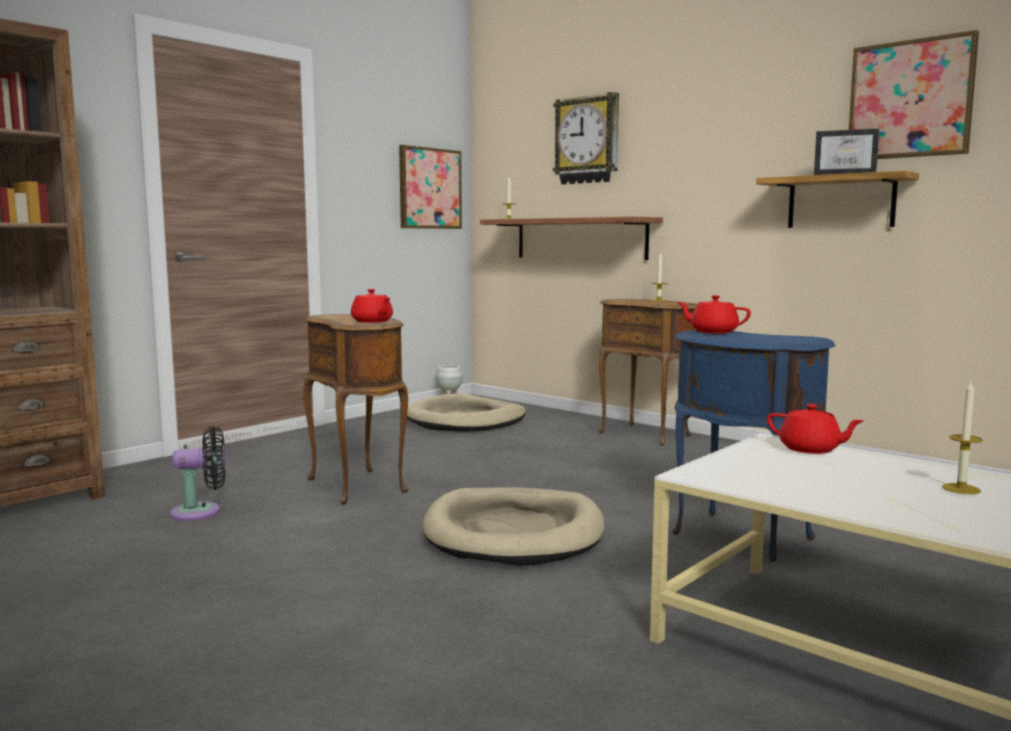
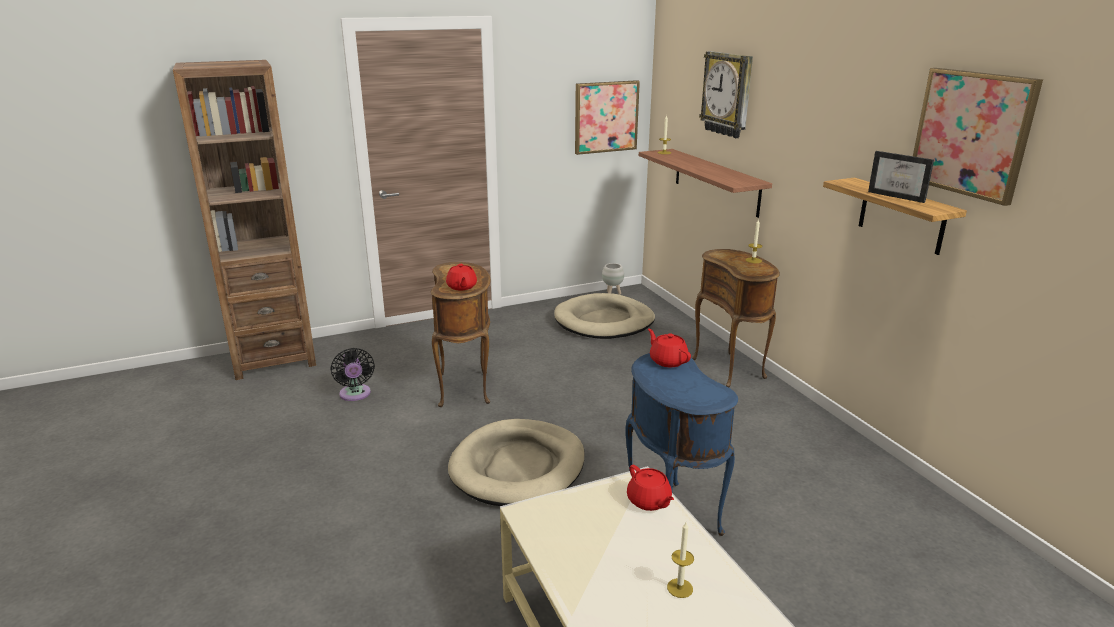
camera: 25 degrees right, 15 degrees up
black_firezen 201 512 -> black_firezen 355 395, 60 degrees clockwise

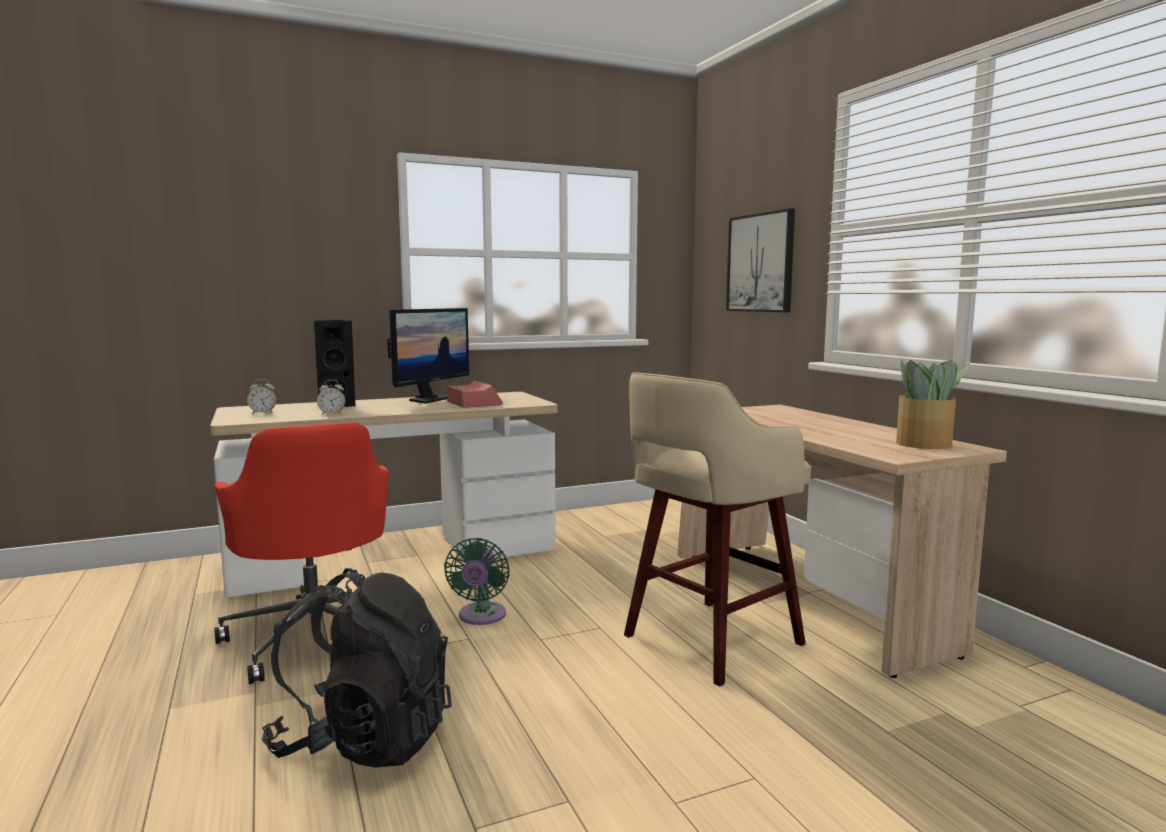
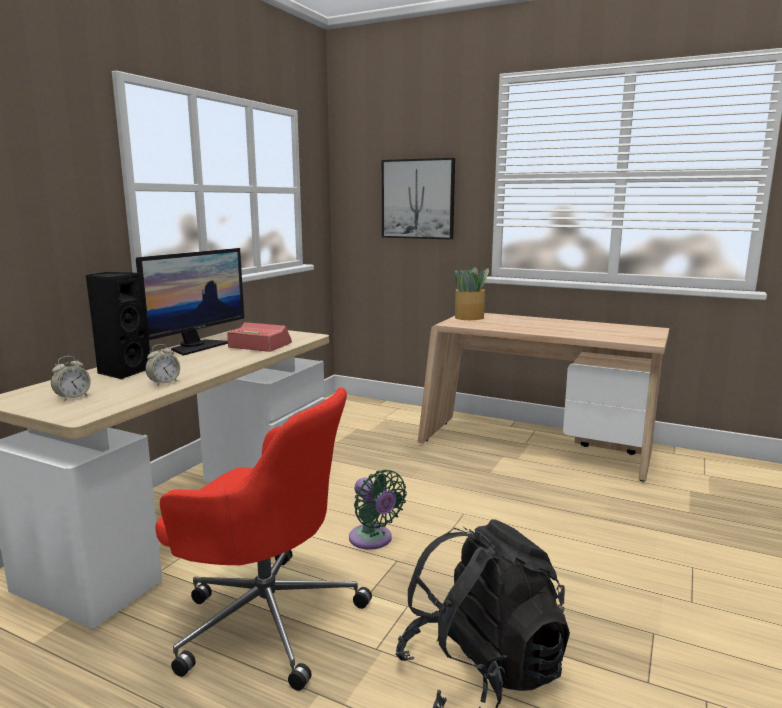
camera: 40 degrees left, 5 degrees up
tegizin 431 398 -> tegizin 196 347, 45 degrees clockwise
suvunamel 925 444 -> suvunamel 470 317, relocated
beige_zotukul 708 641 -> none

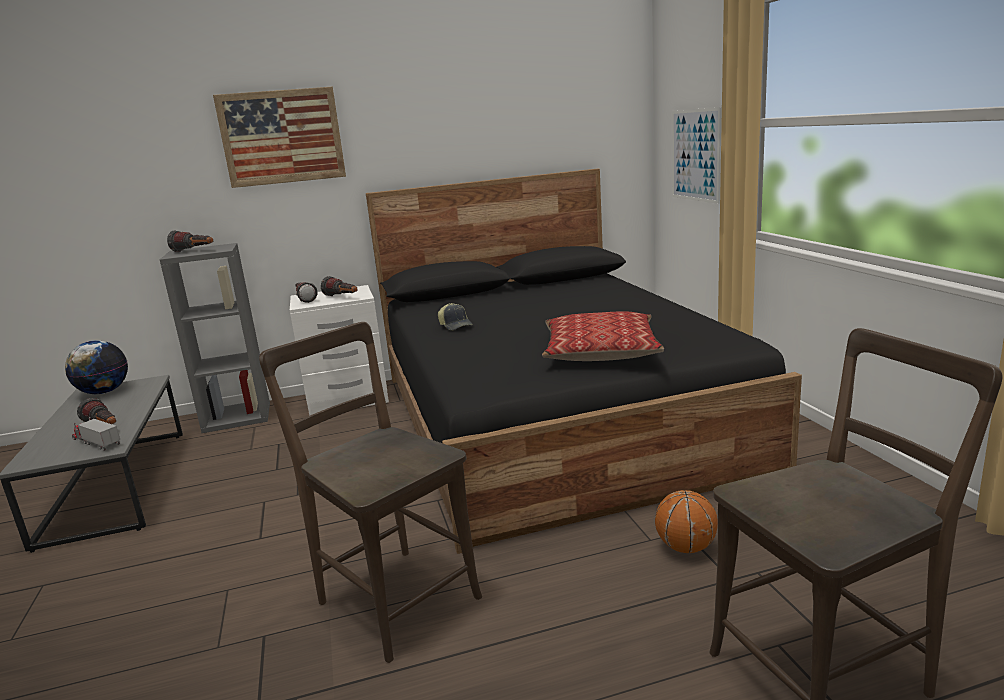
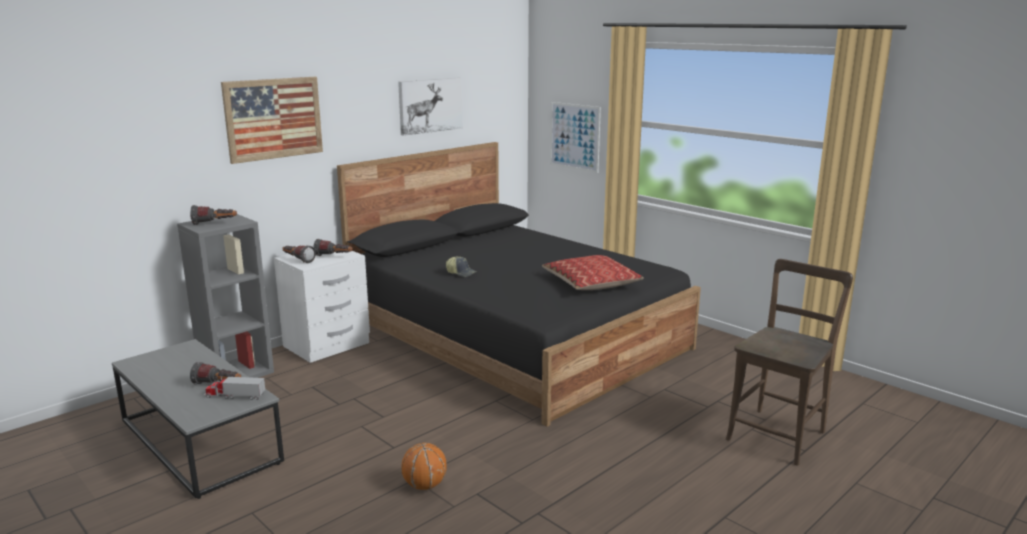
camera: 30 degrees left, 0 degrees up
none -> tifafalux 430 105
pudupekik 685 547 -> pudupekik 424 485, relocated
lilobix 103 392 -> none
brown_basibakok 393 596 -> none

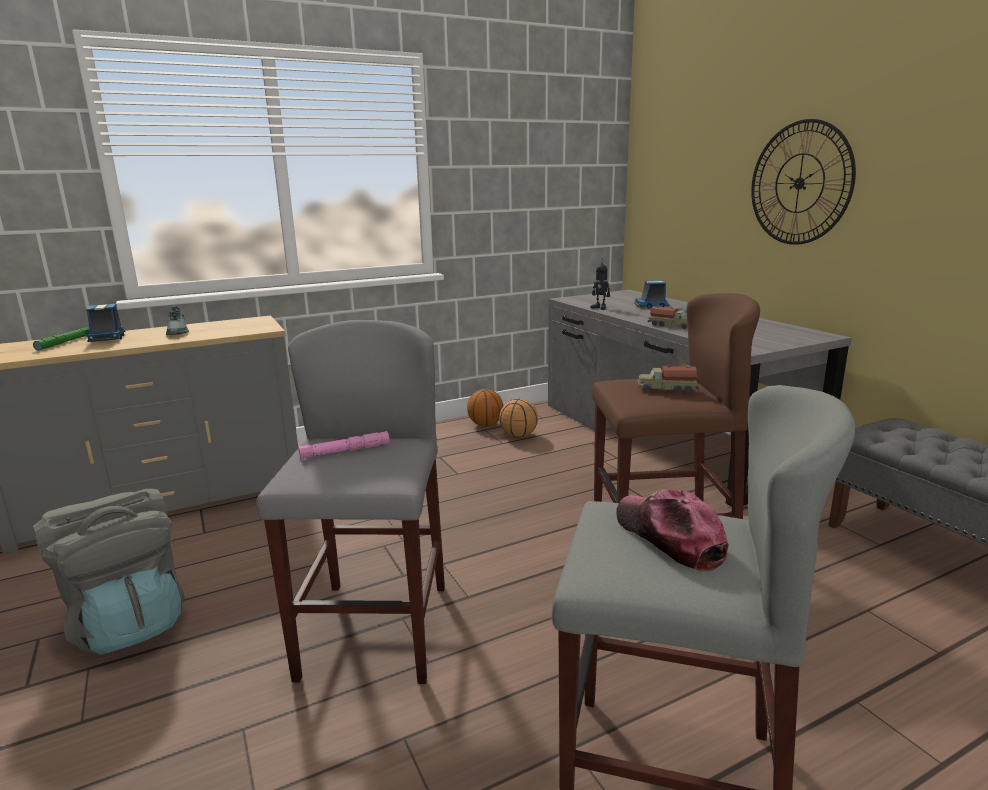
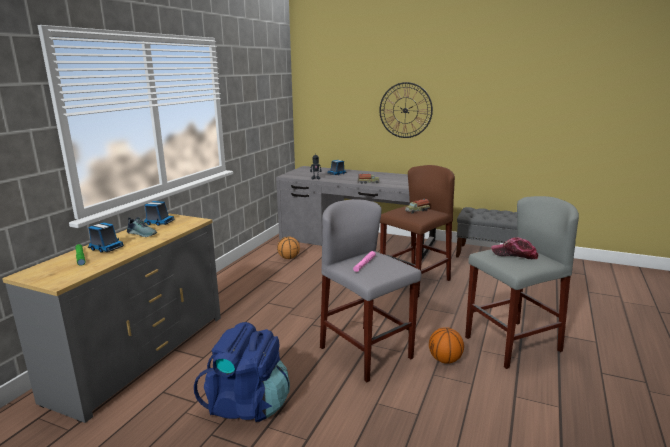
camera: 40 degrees left, 0 degrees up
none -> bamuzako 158 222
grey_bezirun 128 622 -> blue_bezirun 247 404
pudupekik 485 424 -> pudupekik 445 360, relocated

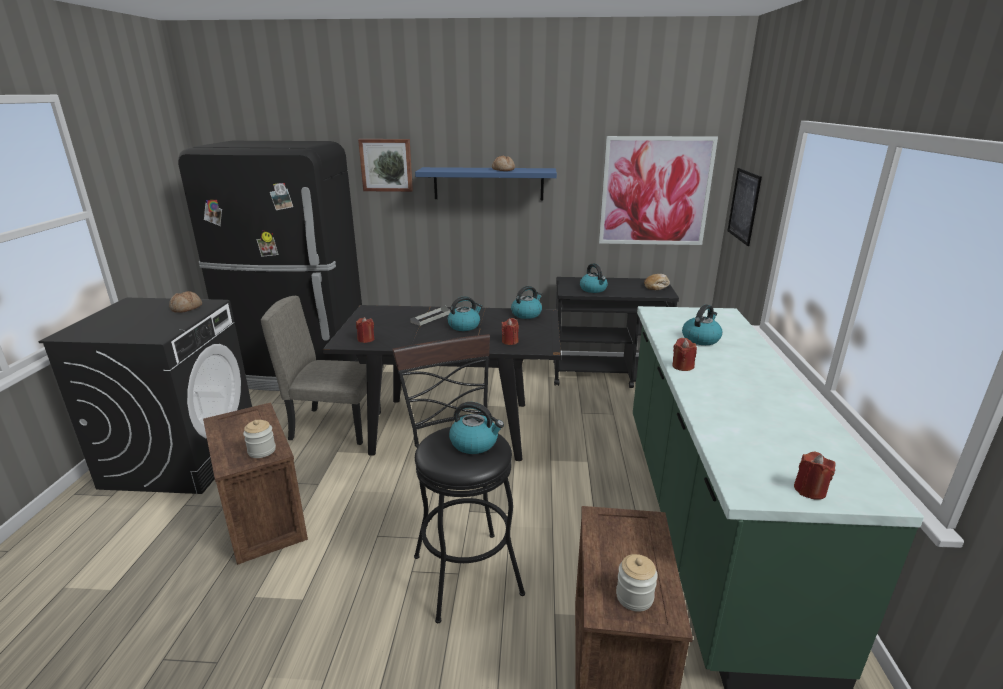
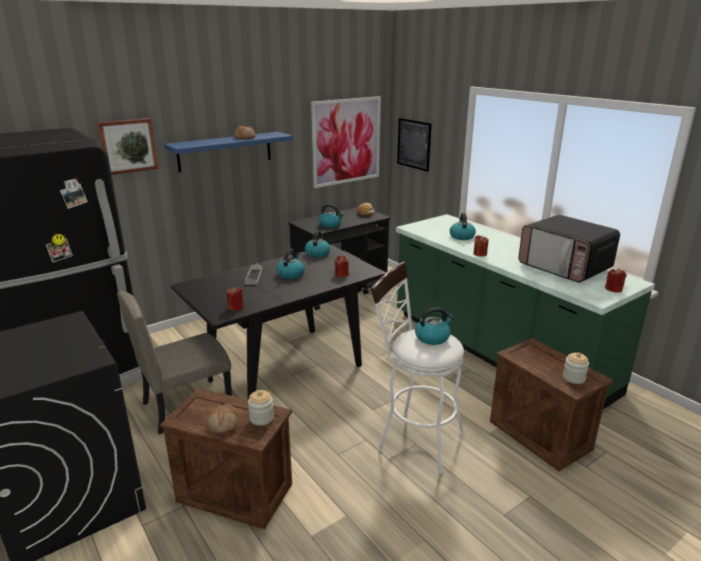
camera: 40 degrees left, 0 degrees up
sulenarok 187 308 -> sulenarok 224 424, relocated
black_zotukul 463 567 -> white_zotukul 414 439
none -> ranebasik 565 267

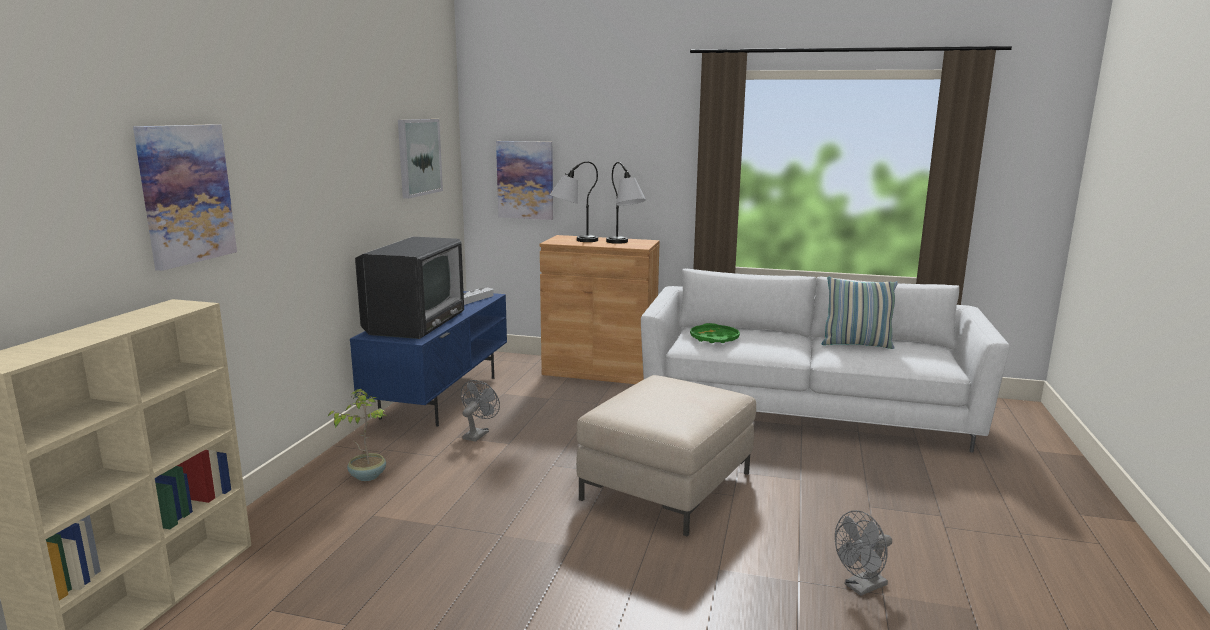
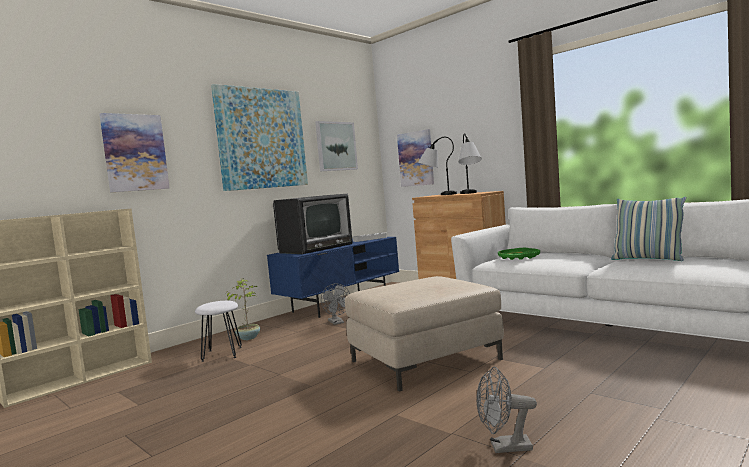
camera: 30 degrees right, 10 degrees down
none -> white_zotukul 222 354
none -> tifafalux 262 138
grey_firezen 478 434 -> grey_firezen 337 322, 105 degrees clockwise

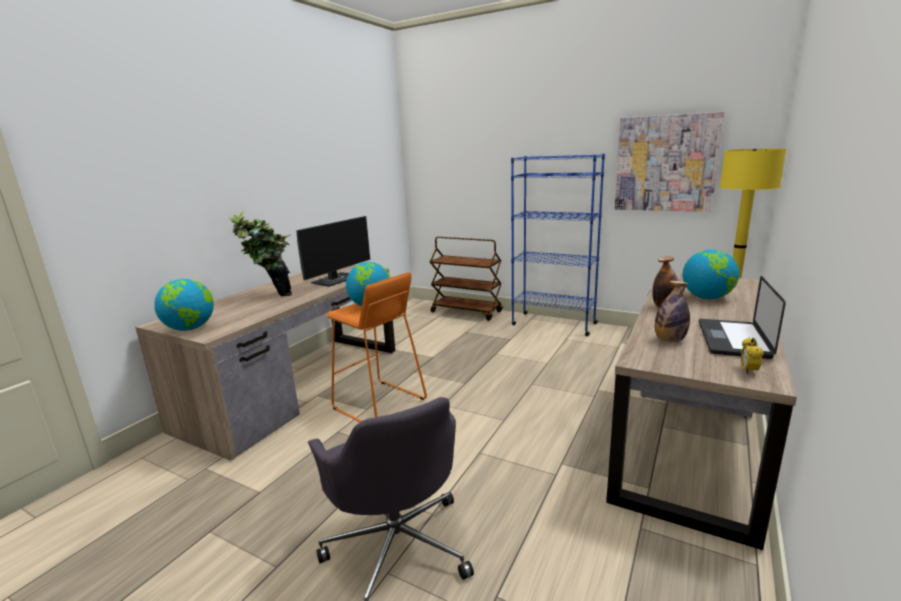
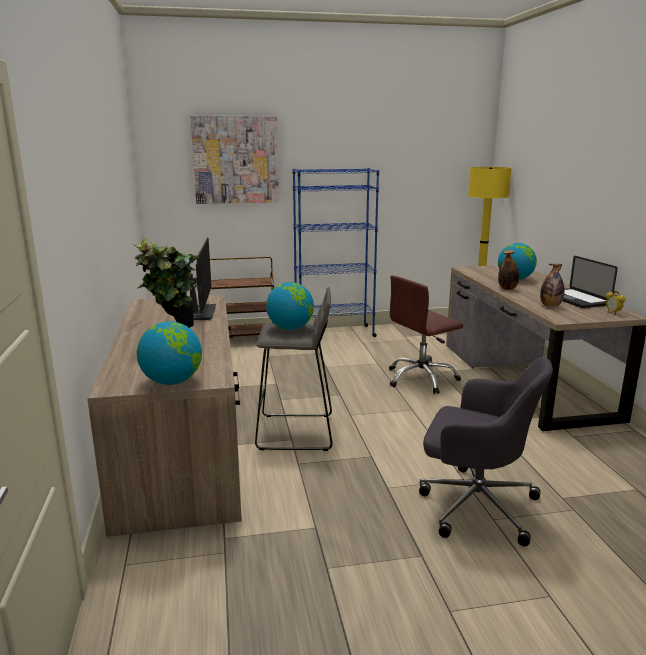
camera: 40 degrees left, 0 degrees up
tifafalux 665 163 -> tifafalux 235 160, relocated
orange_zotukul 379 404 -> grey_zotukul 296 432
none -> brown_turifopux 421 379

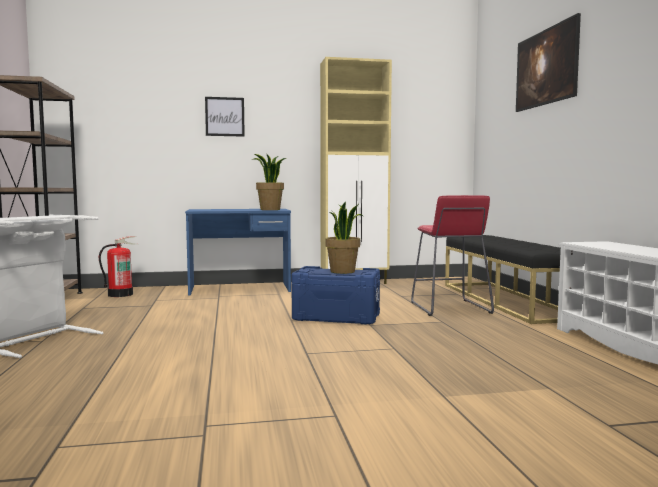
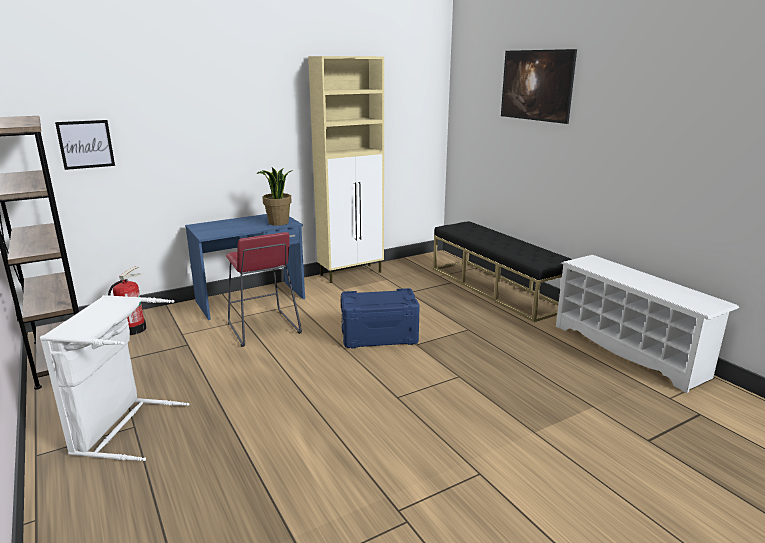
camera: 20 degrees left, 15 degrees up
tifafalux 225 116 -> tifafalux 86 144, relocated
red_zotukul 449 308 -> red_zotukul 263 328, relocated
suvunamel 343 271 -> none

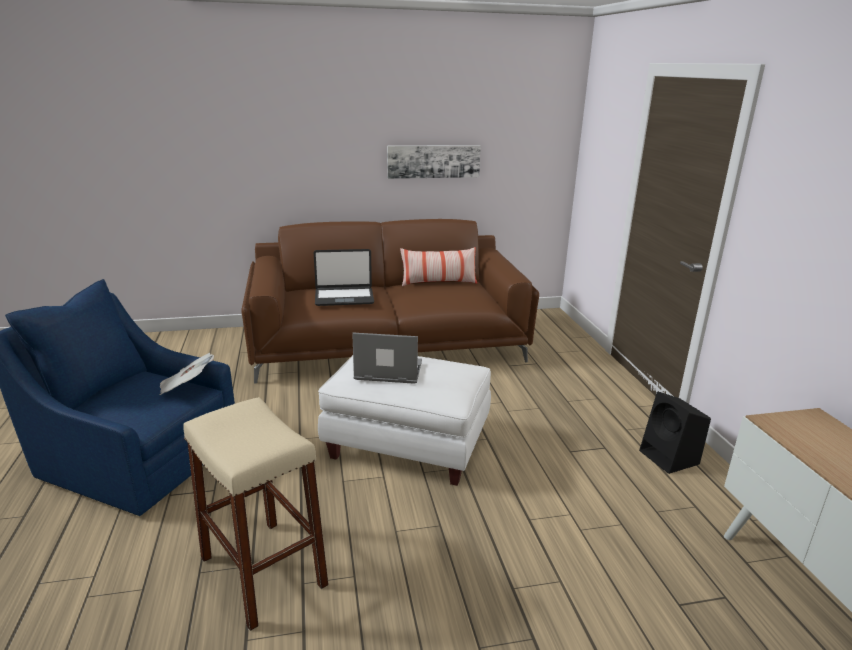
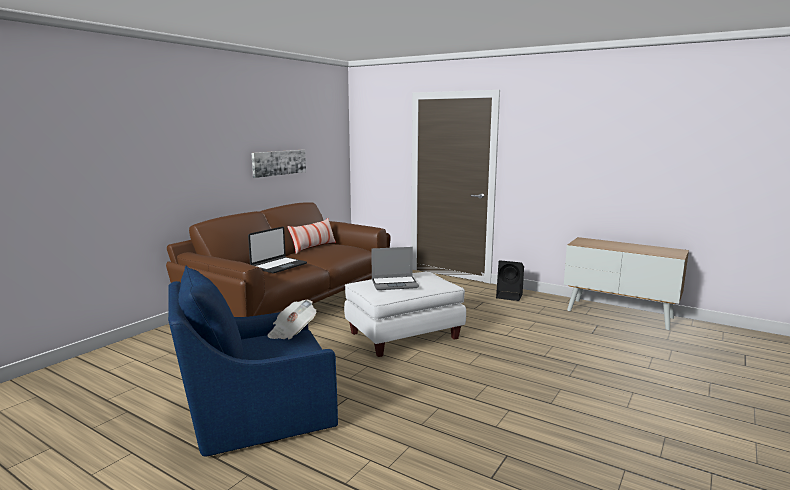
camera: 45 degrees left, 10 degrees down
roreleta 387 371 -> roreleta 395 284, 150 degrees counterclockwise
beige_zotukul 263 571 -> none

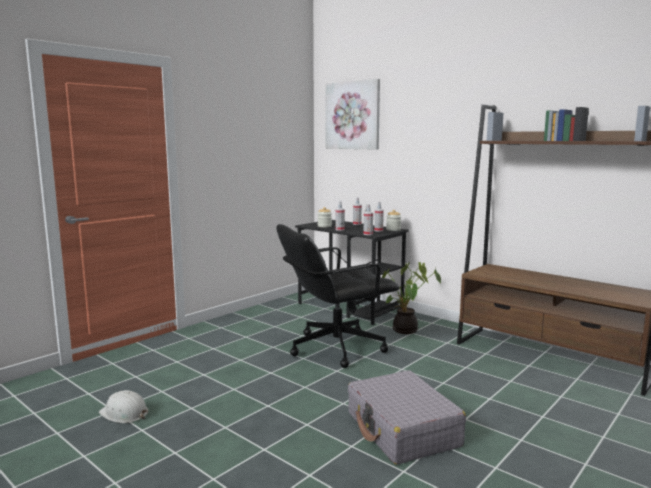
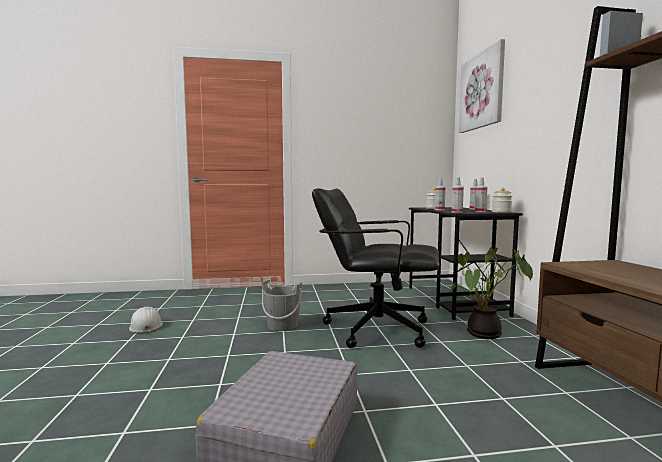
camera: 40 degrees right, 5 degrees down
none -> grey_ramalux 282 325

